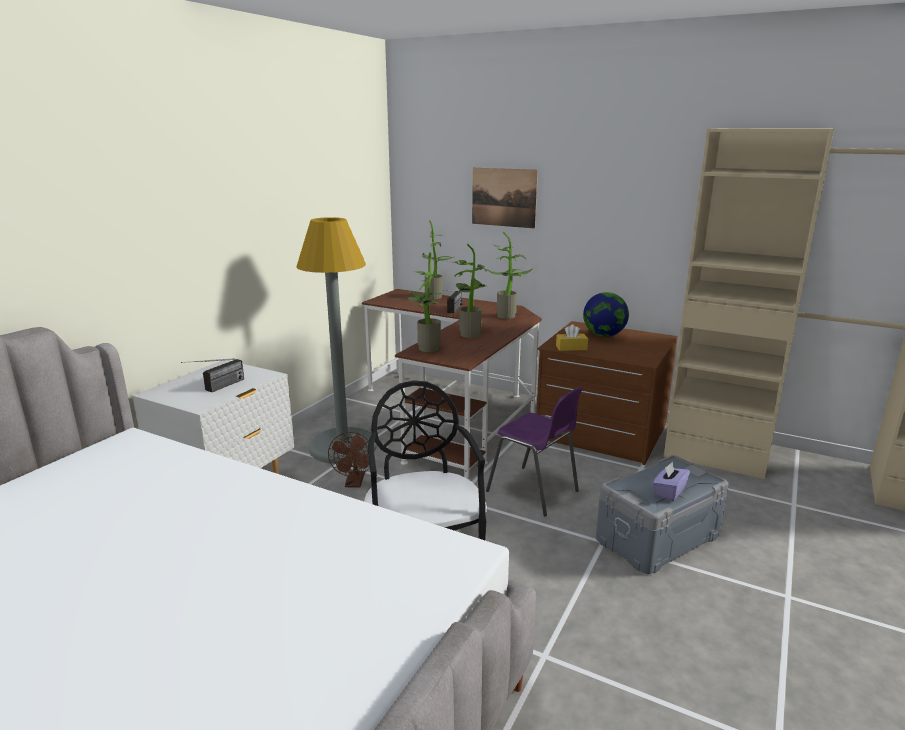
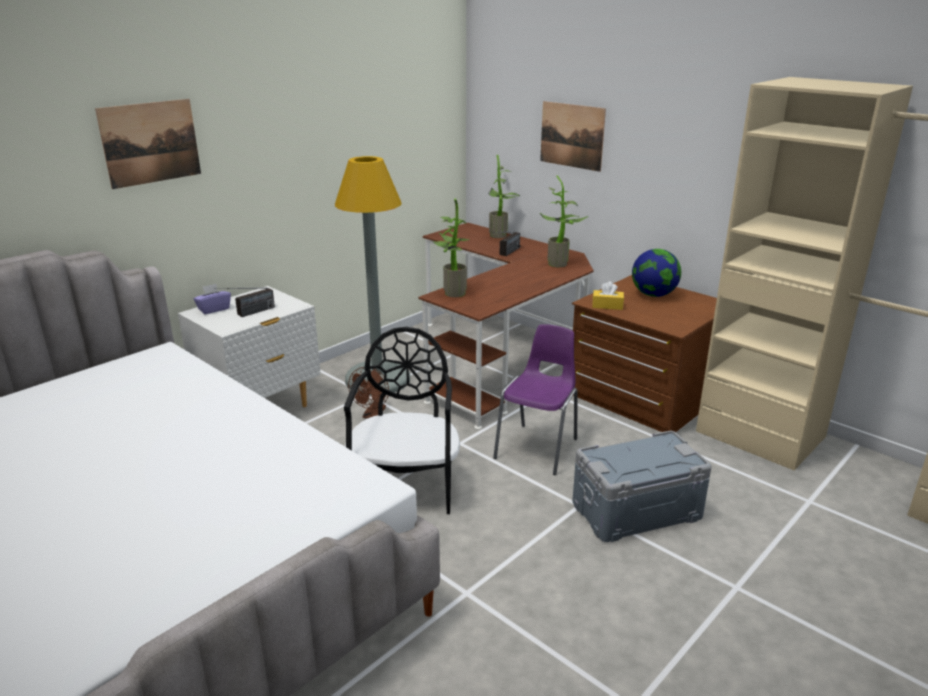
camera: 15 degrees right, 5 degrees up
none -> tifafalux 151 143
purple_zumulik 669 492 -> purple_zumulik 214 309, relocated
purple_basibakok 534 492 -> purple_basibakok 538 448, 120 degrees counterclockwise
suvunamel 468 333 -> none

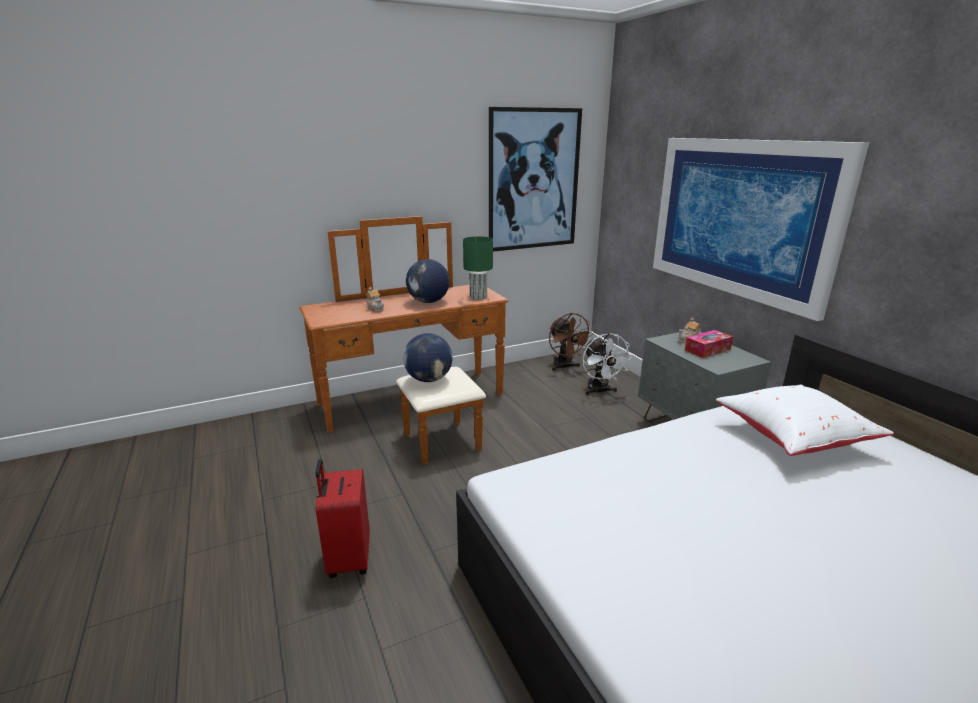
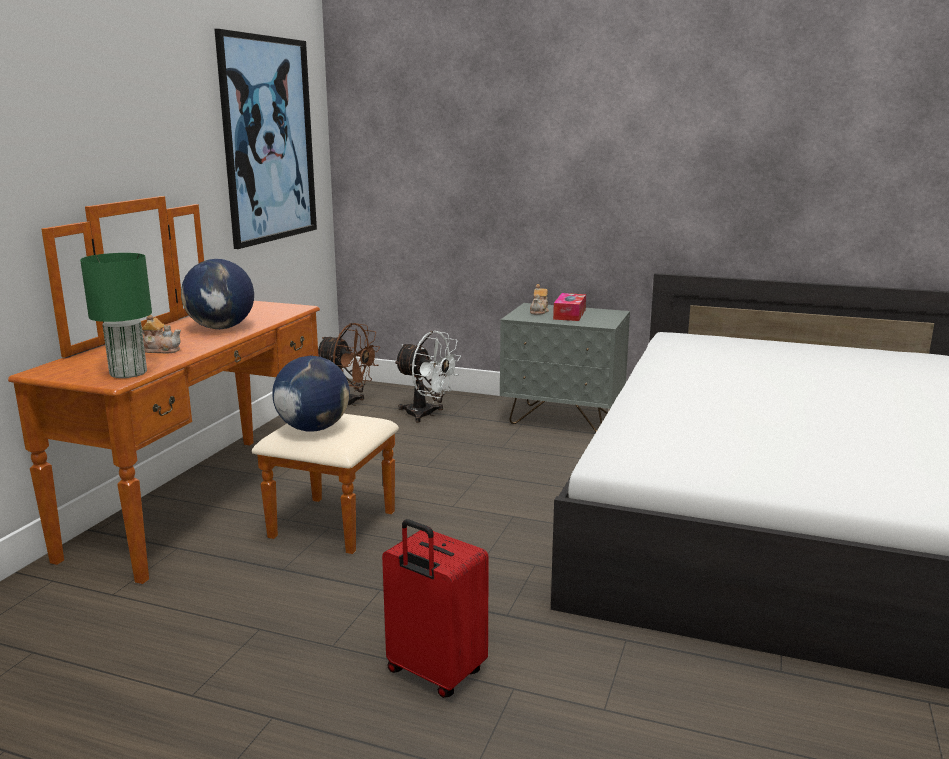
camera: 45 degrees left, 5 degrees down
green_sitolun 477 297 -> green_sitolun 127 373, relocated
tifafalux 740 218 -> none
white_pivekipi 792 436 -> none

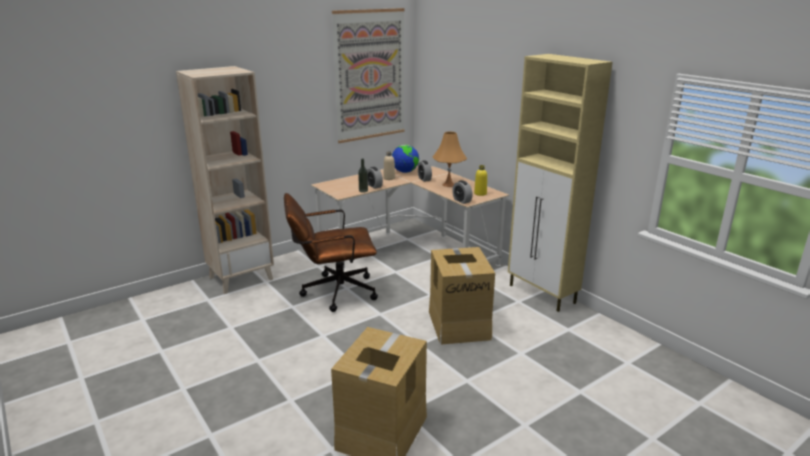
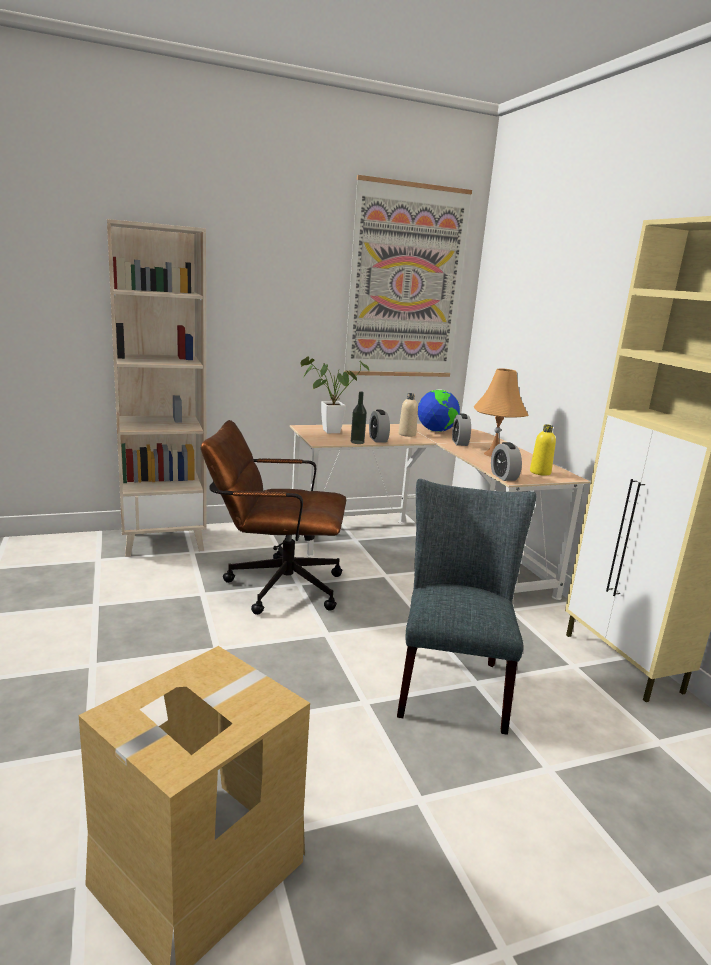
camera: 15 degrees right, 5 degrees down
none -> suvunamel 327 431
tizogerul 459 324 -> grey_basibakok 451 683

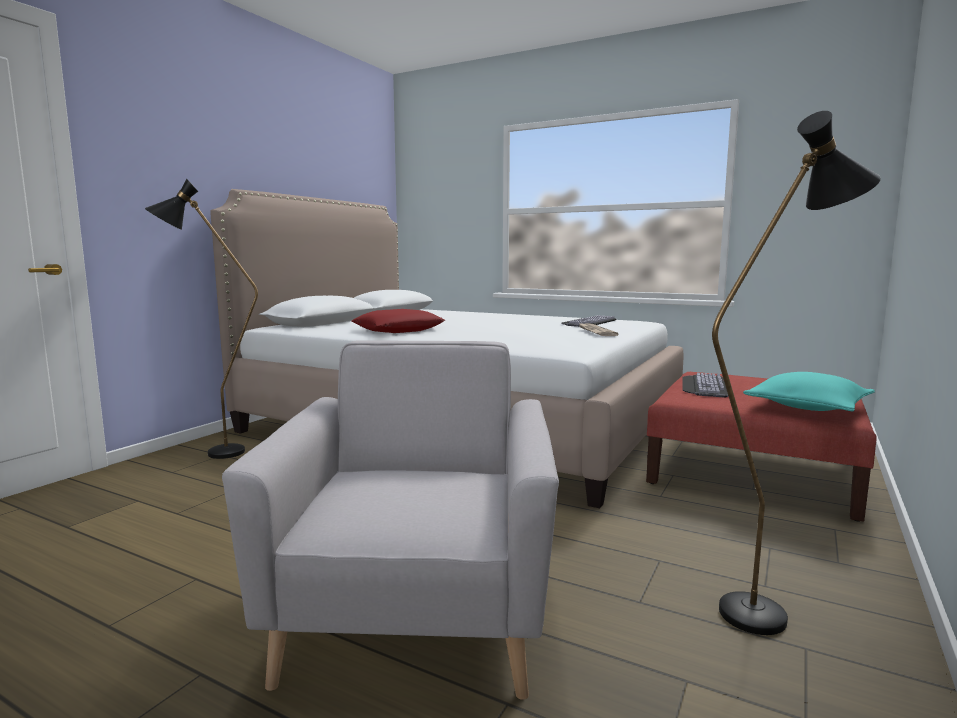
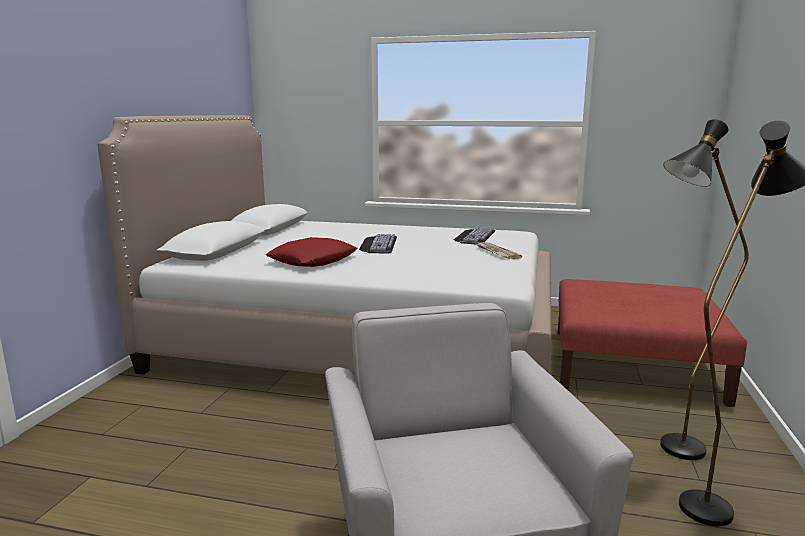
camera: 15 degrees left, 5 degrees up
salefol 702 385 -> salefol 377 244, relocated
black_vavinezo 212 454 -> black_vavinezo 672 453, relocated
turquoise_pivekipi 807 406 -> none

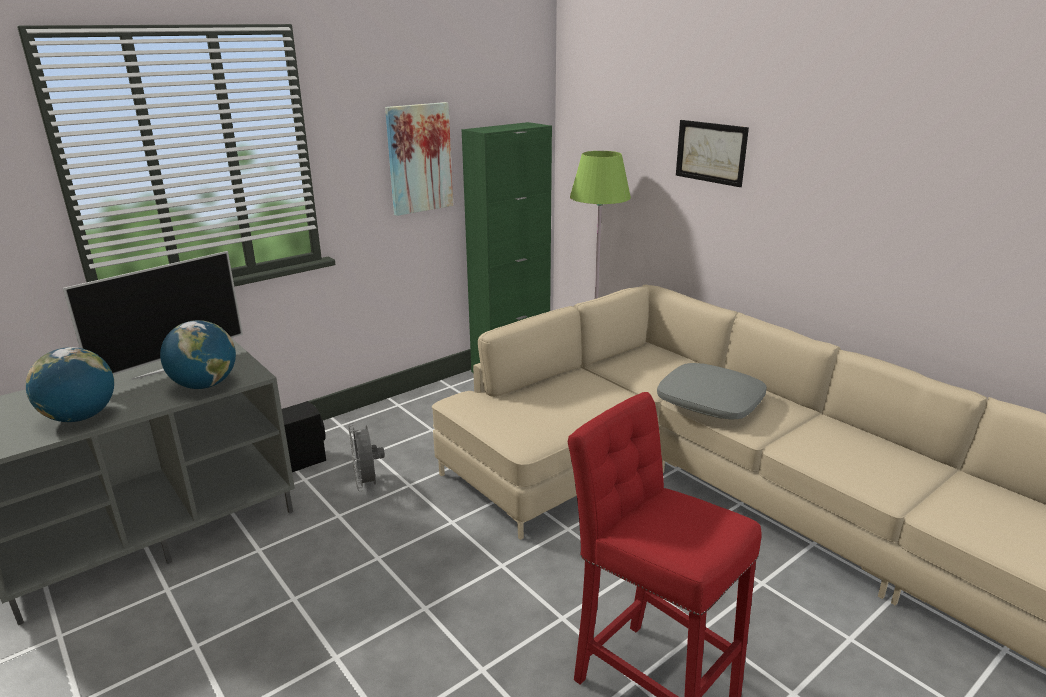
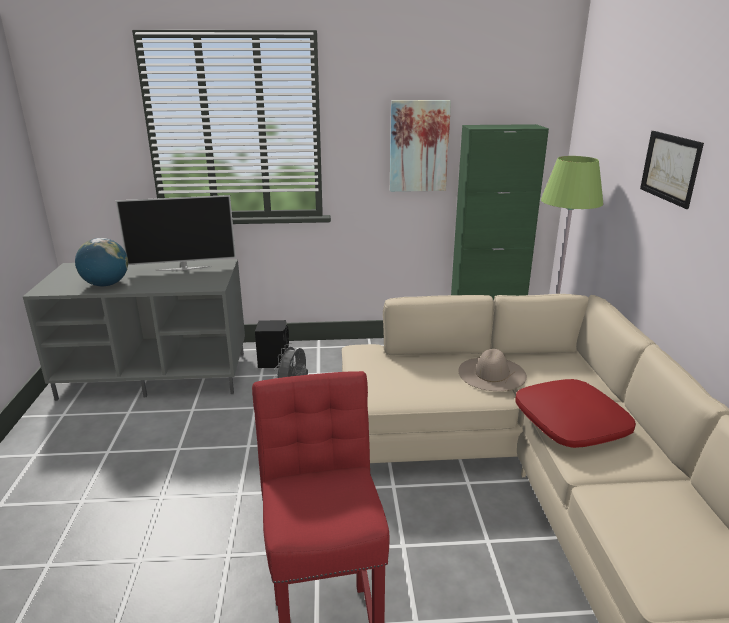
camera: 35 degrees right, 0 degrees up
none -> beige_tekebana 492 373
grey_pivekipi 710 402 -> red_pivekipi 571 423
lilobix 205 385 -> none

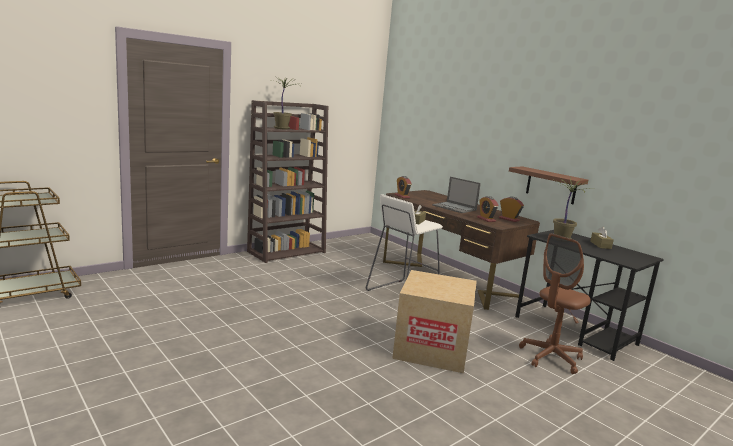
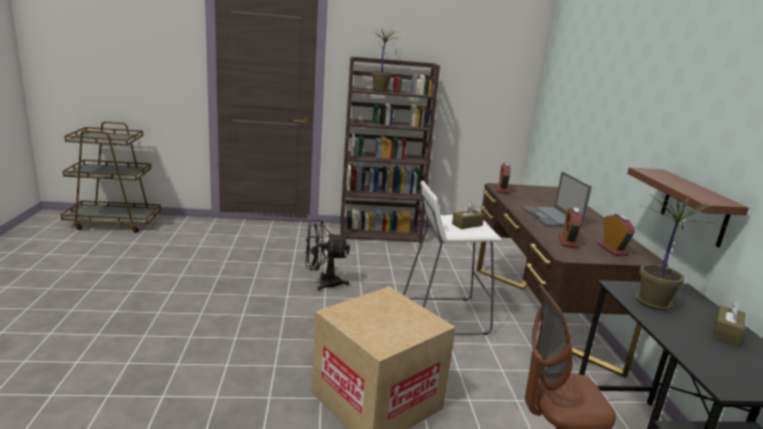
camera: 35 degrees right, 5 degrees up
none -> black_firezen 323 283

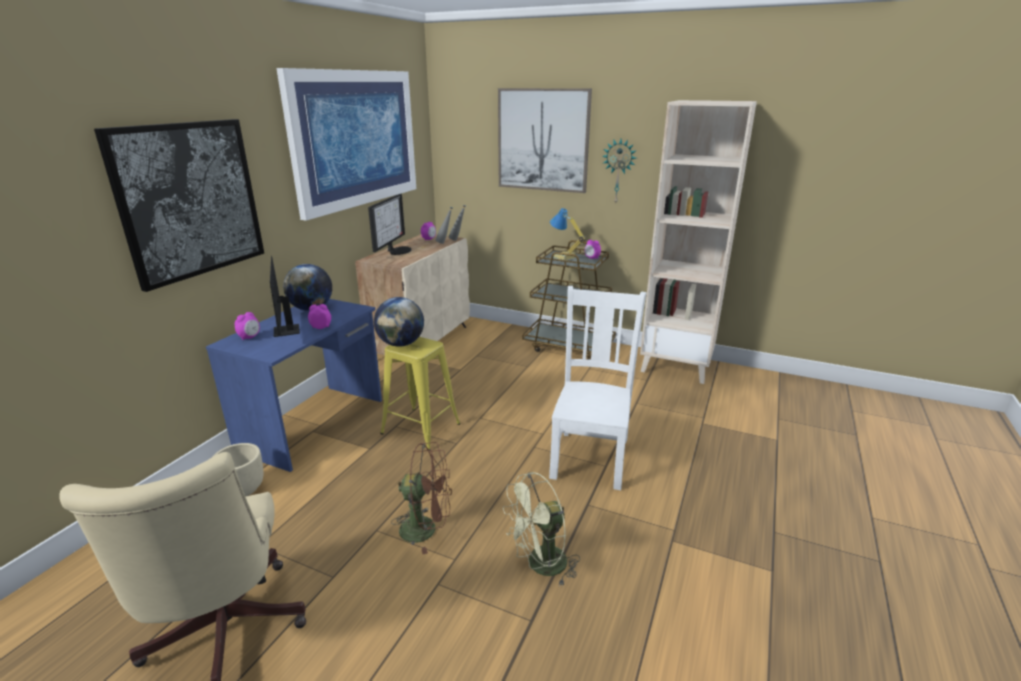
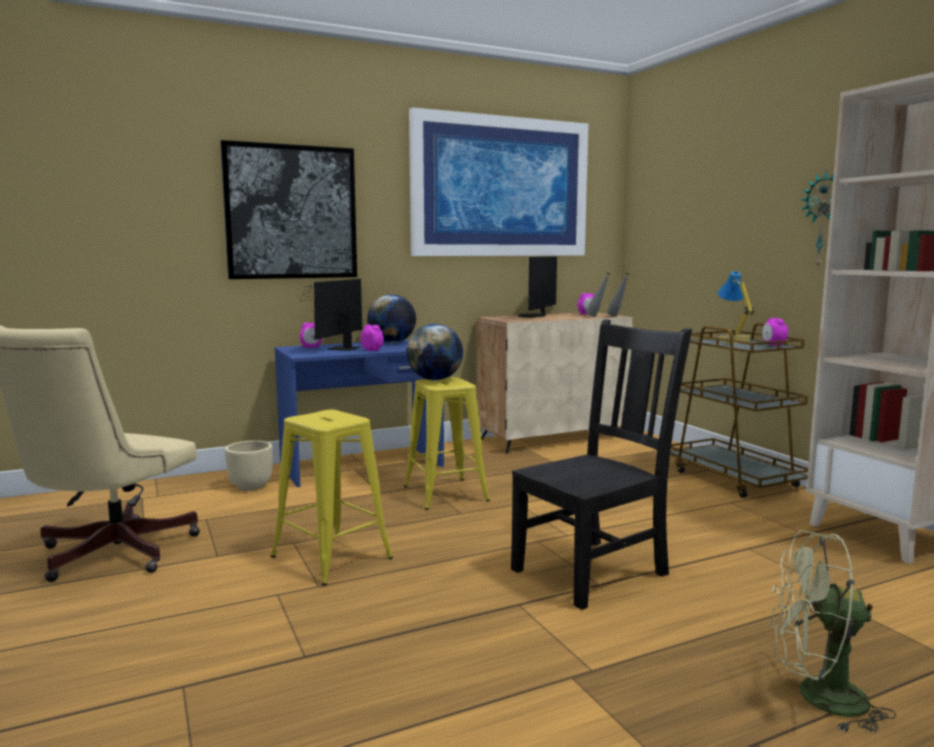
camera: 40 degrees right, 15 degrees down
brown_firezen 426 529 -> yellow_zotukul 331 557
white_basibakok 590 456 -> black_basibakok 594 570
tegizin 397 250 -> tegizin 534 316, 150 degrees clockwise
green_firezen 540 566 -> green_firezen 817 698, relocated
tifafalux 543 140 -> none

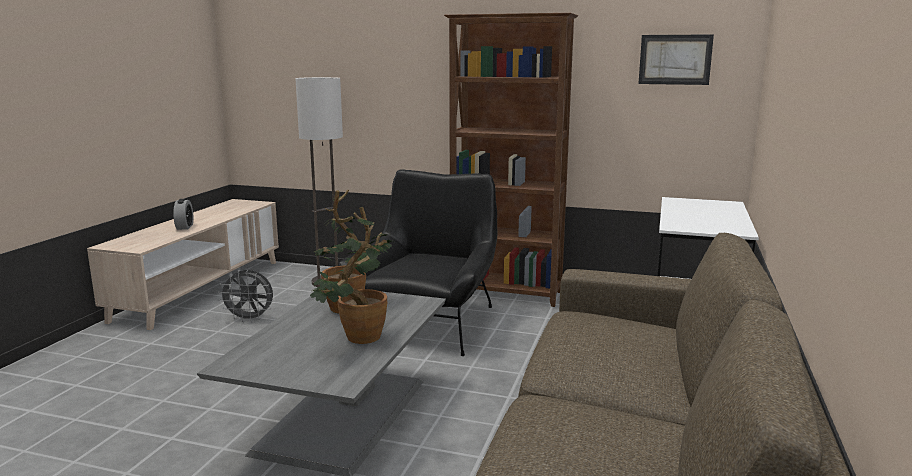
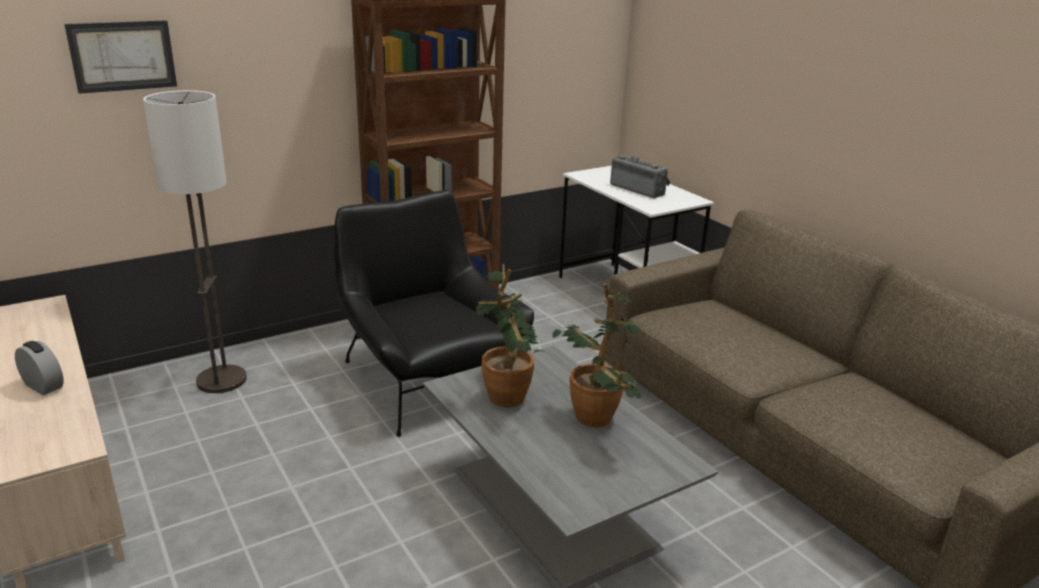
camera: 50 degrees left, 10 degrees up
tifafalux 675 59 -> tifafalux 123 56, relocated
none -> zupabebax 639 189
grey_firezen 250 319 -> none

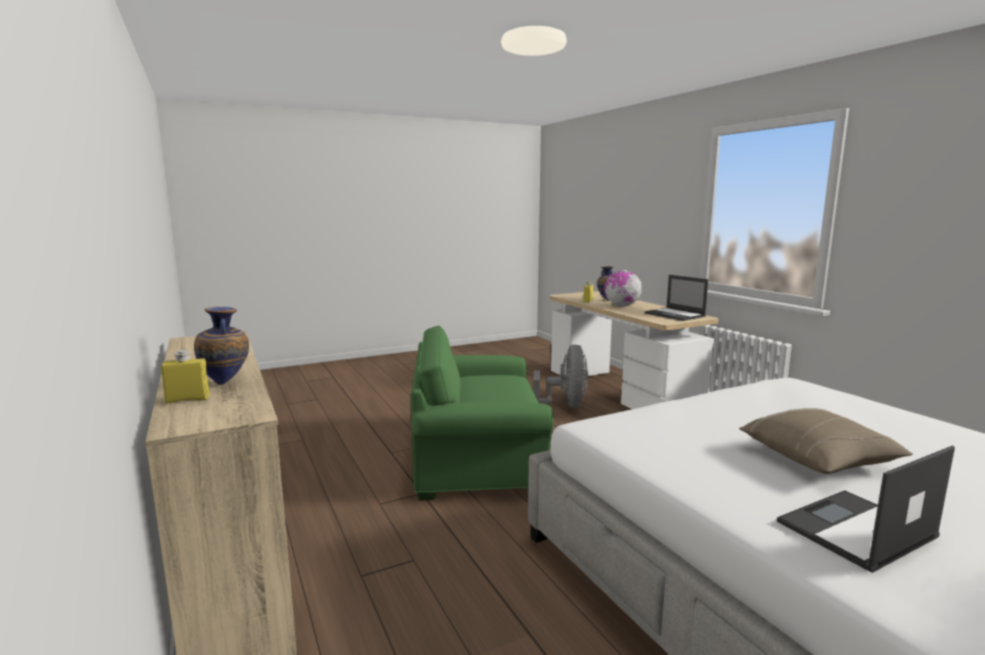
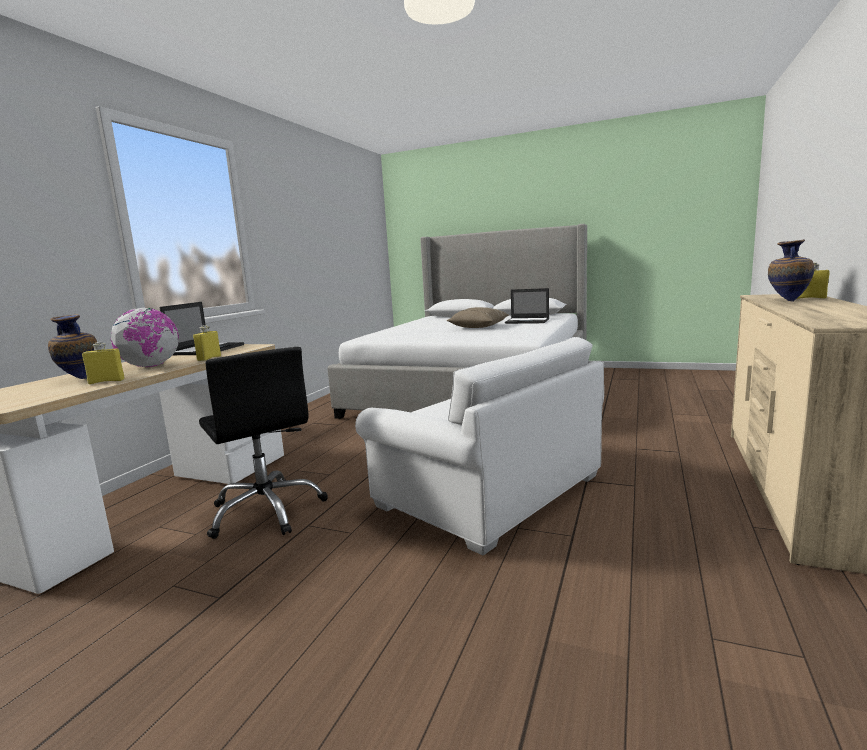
camera: 130 degrees left, 0 degrees up
none -> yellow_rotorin 209 358
grey_firezen 565 406 -> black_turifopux 267 511
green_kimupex 477 457 -> white_kimupex 489 491

